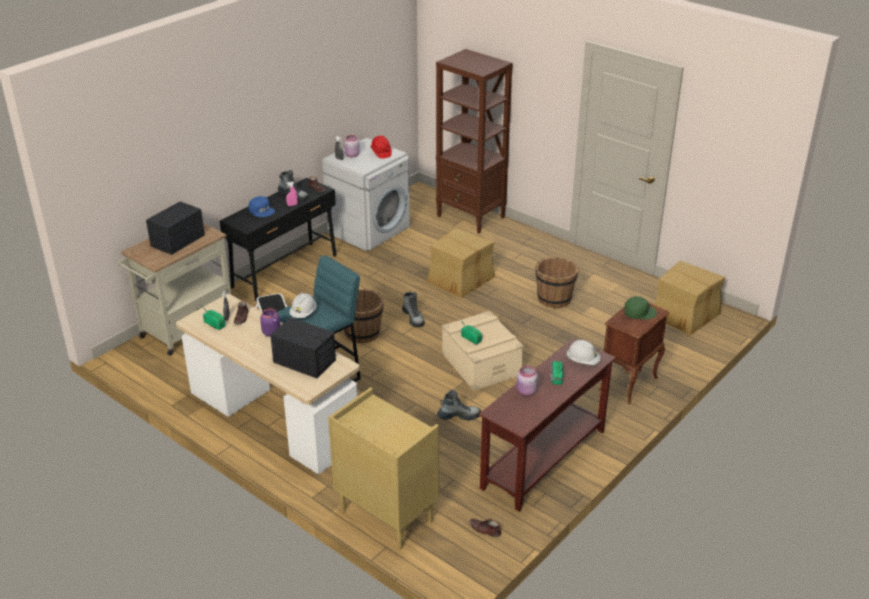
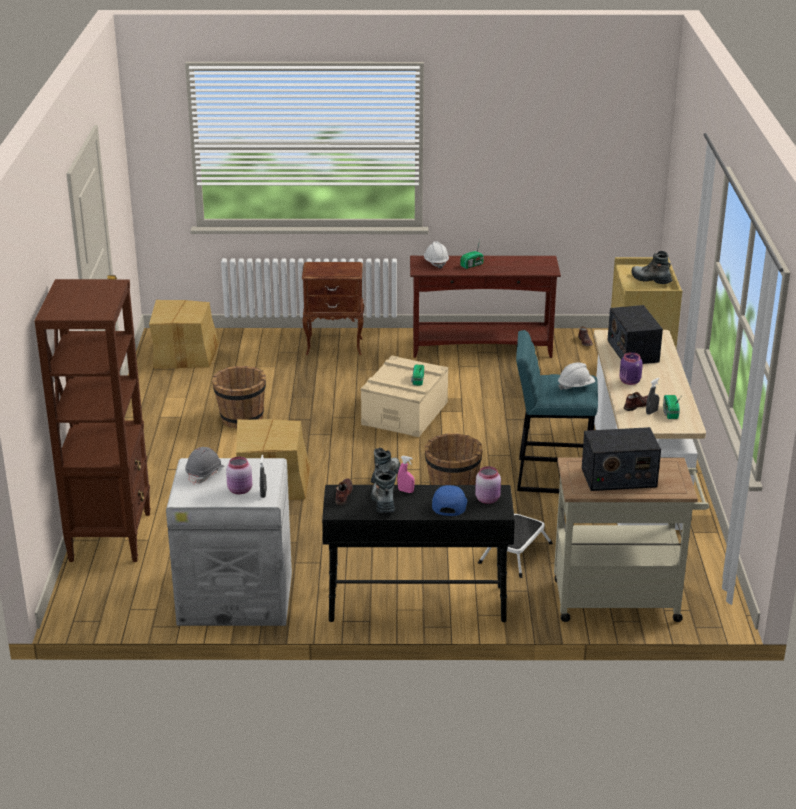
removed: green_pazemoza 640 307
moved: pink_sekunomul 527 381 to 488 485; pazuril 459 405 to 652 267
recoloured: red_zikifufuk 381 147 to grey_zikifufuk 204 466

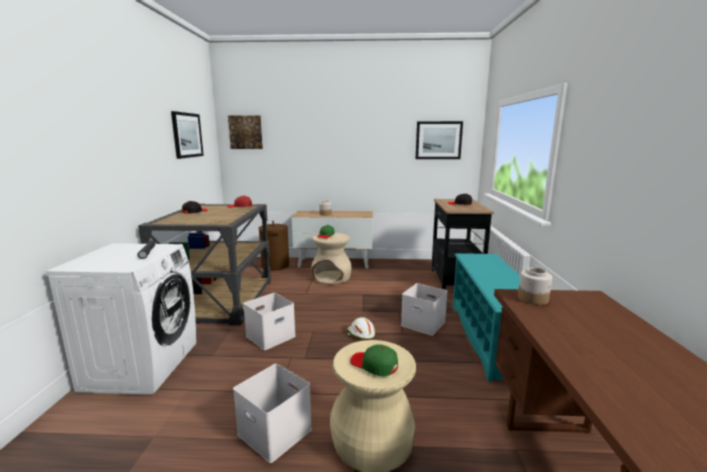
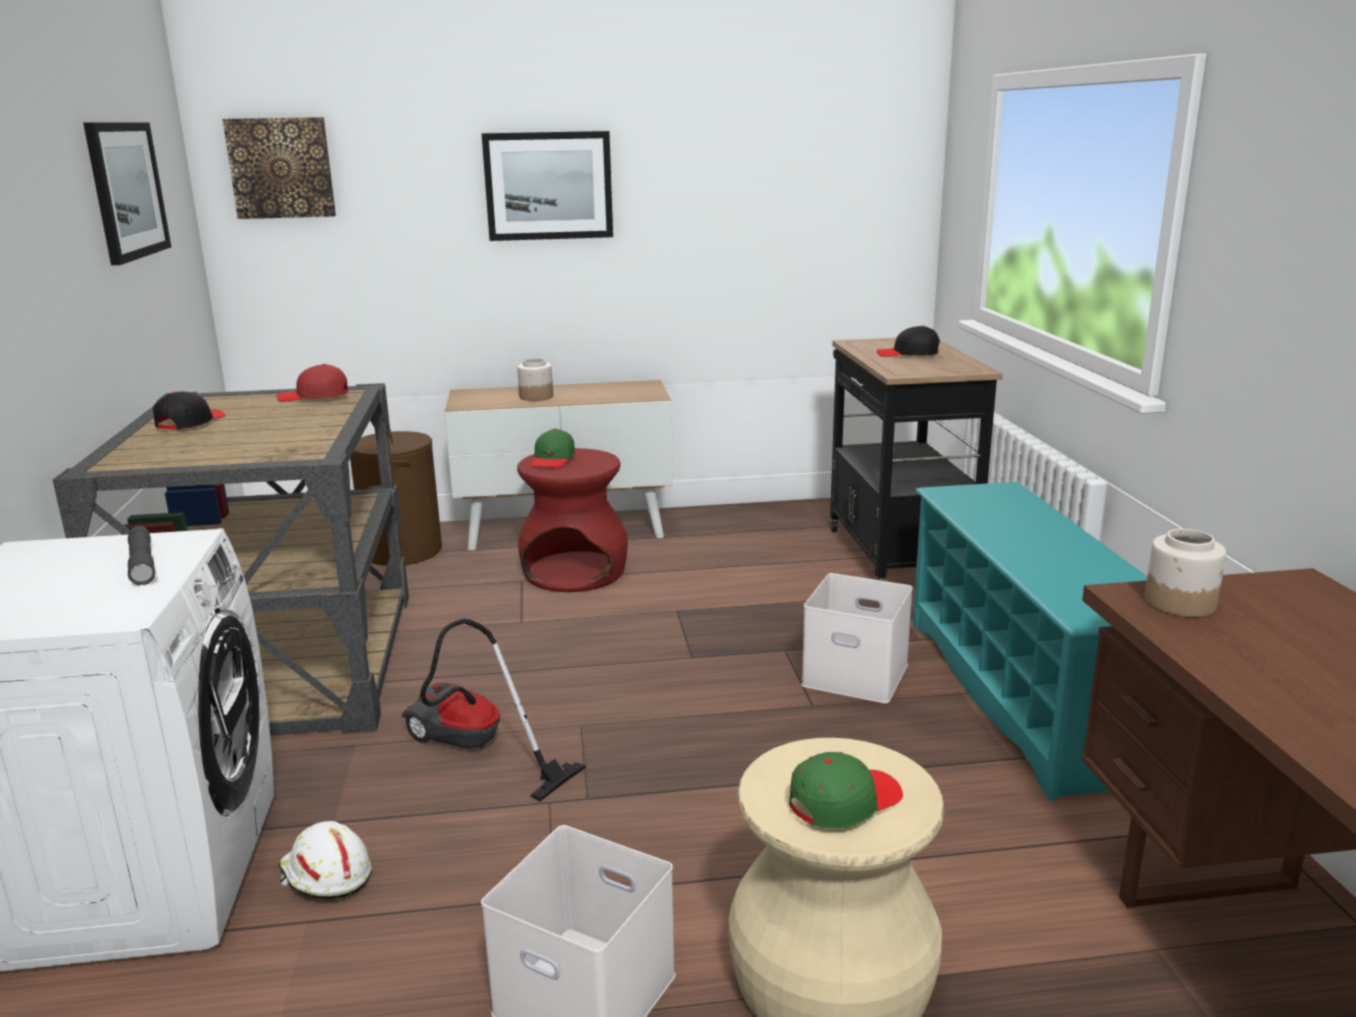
moved: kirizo 439 140 to 547 186; white_zikifufuk 361 328 to 324 860
replaced: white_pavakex 269 321 to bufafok 494 710
recoloured: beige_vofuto 331 259 to red_vofuto 572 520
turned: green_pazemoza 374 360 = 846 790 120 degrees clockwise

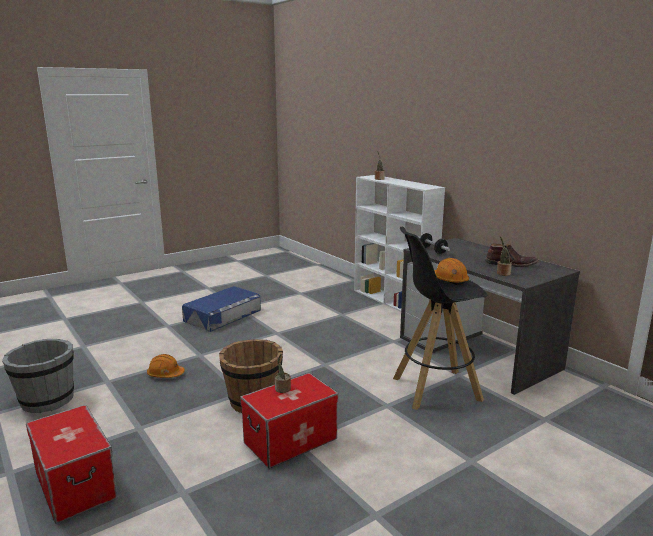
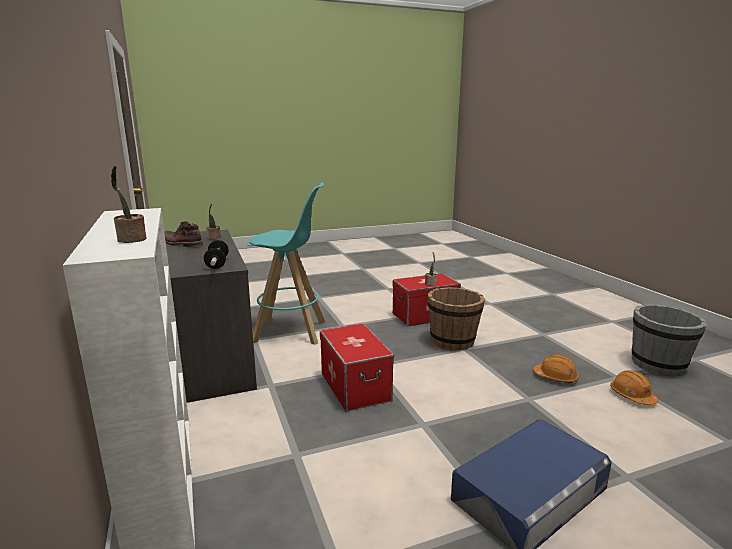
moved: orange_zikifufuk 451 271 to 634 387; pavakex 72 464 to 357 367
recoloured: black_vofuto 440 318 to turquoise_vofuto 286 263

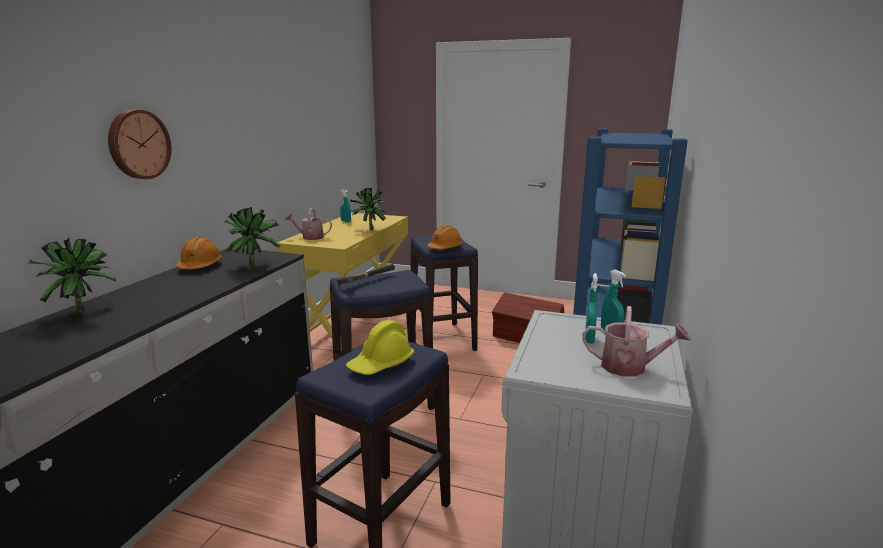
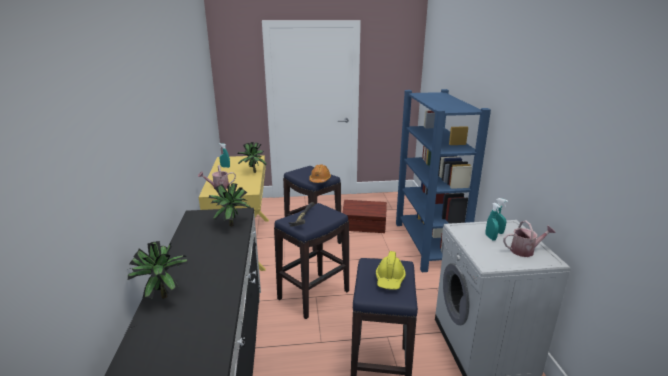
removed: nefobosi 140 144; orange_zikifufuk 199 253

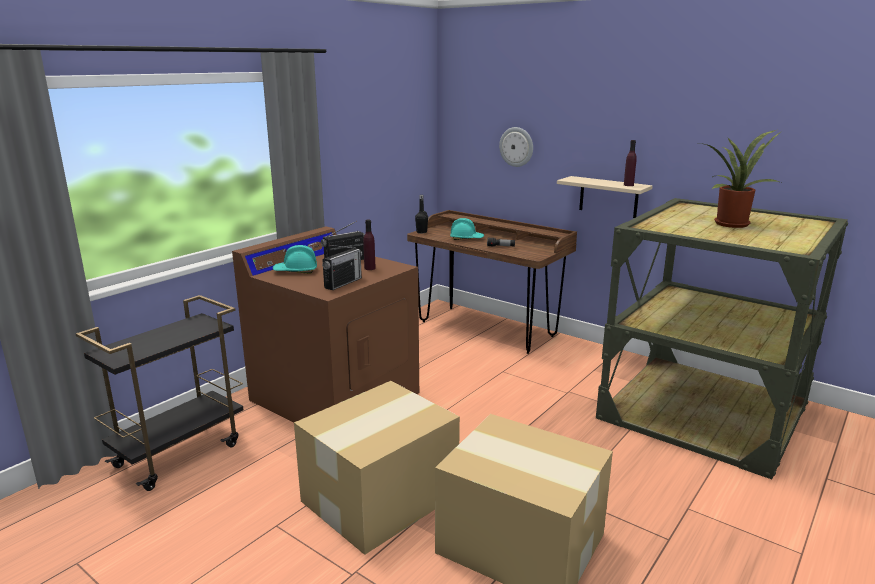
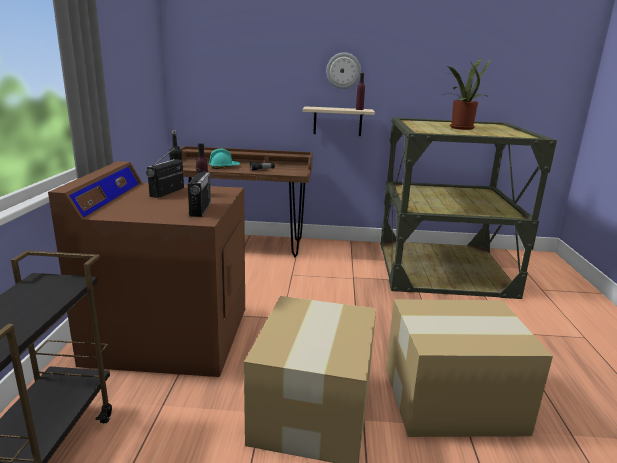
removed: turquoise_zikifufuk 295 259
moved: nefobosi 516 147 to 343 70

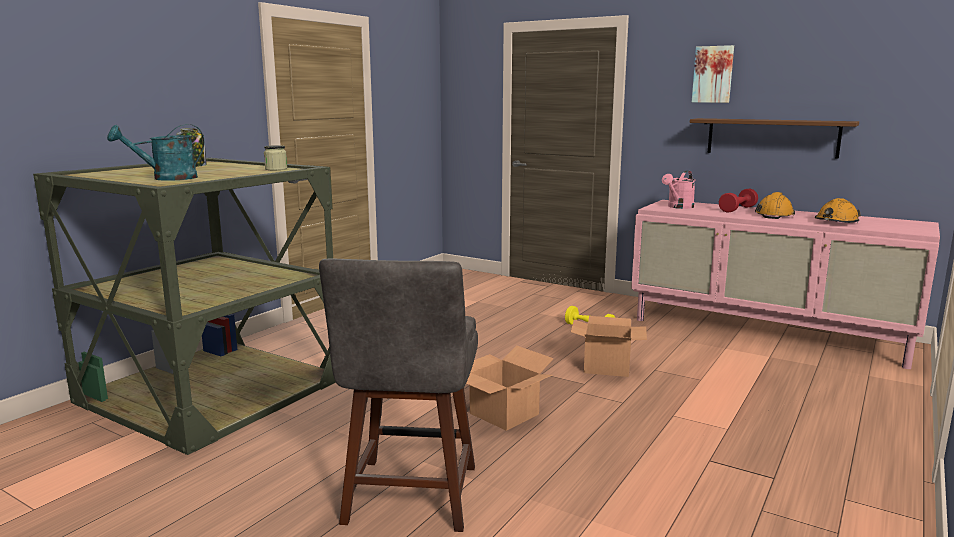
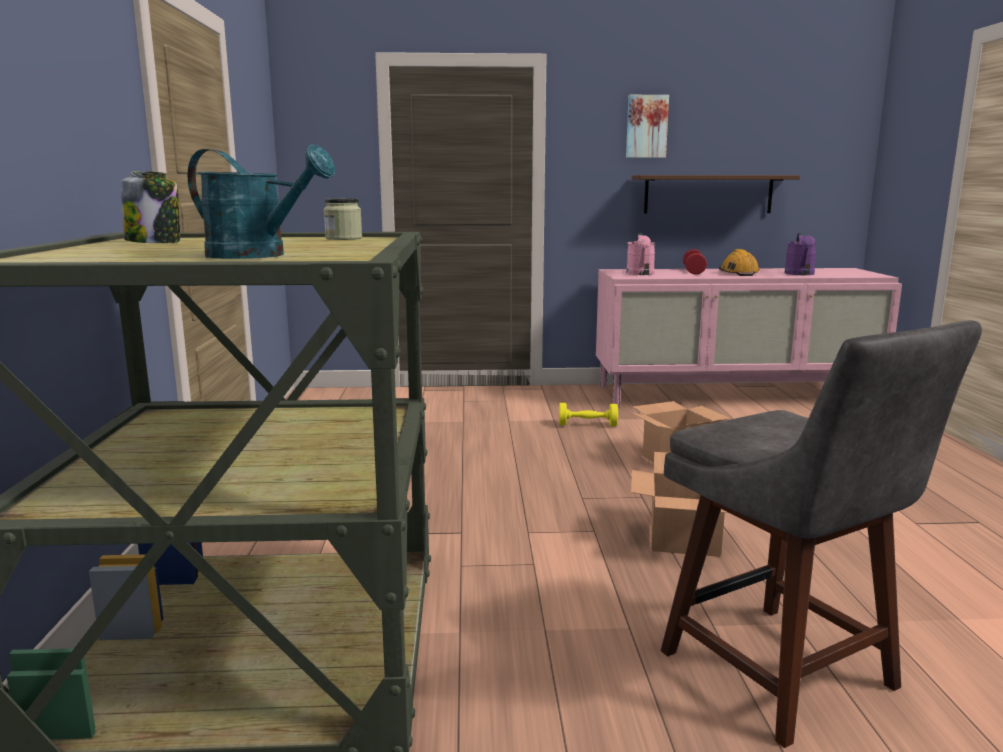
replaced: orange_zikifufuk 838 210 to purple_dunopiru 800 254
turned: turquoise_dunopiru 155 152 = 261 201 90 degrees counterclockwise

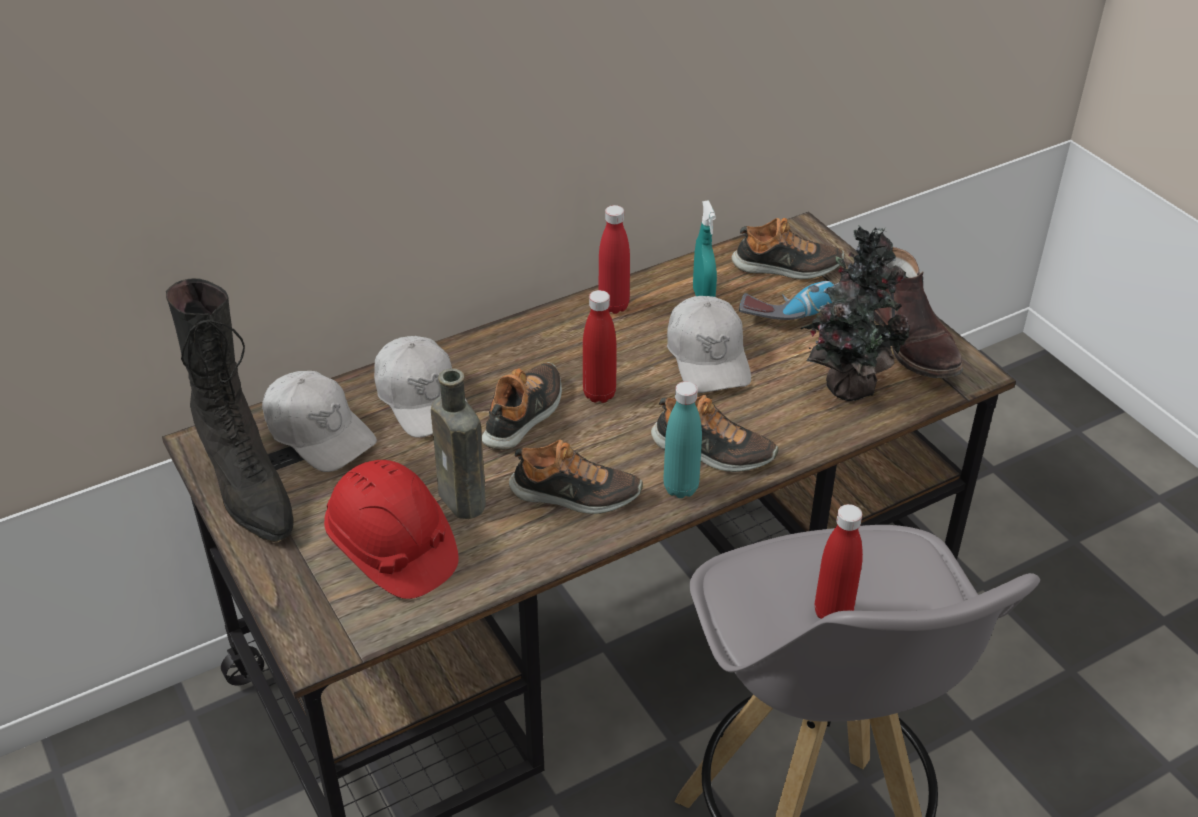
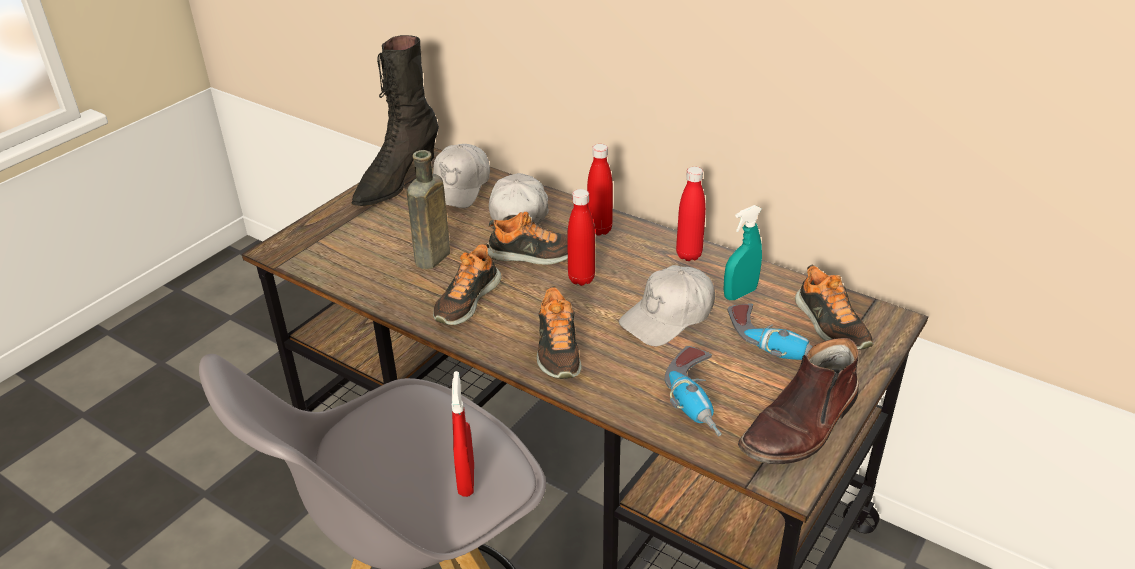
removed: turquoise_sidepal 682 439; red_zikifufuk 391 529
added: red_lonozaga 463 434
moved: red_sidepal 839 561 to 600 190
replaced: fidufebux 855 313 to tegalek 693 391
turned: white_pazemoza 421 387 = 519 199 150 degrees clockwise; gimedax 576 476 = 467 284 45 degrees clockwise

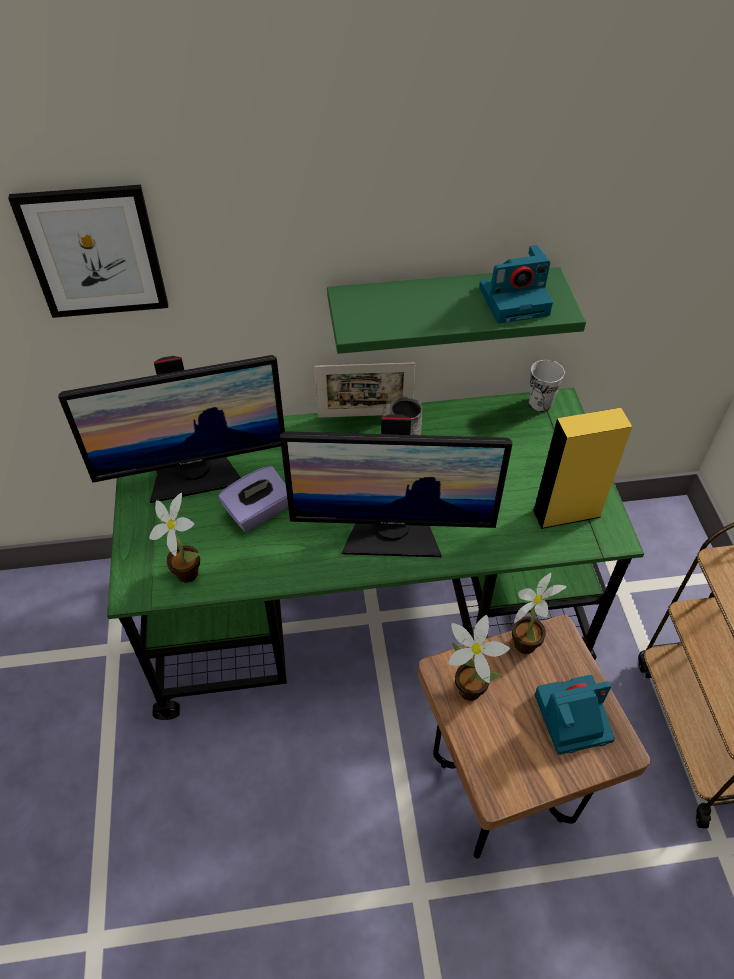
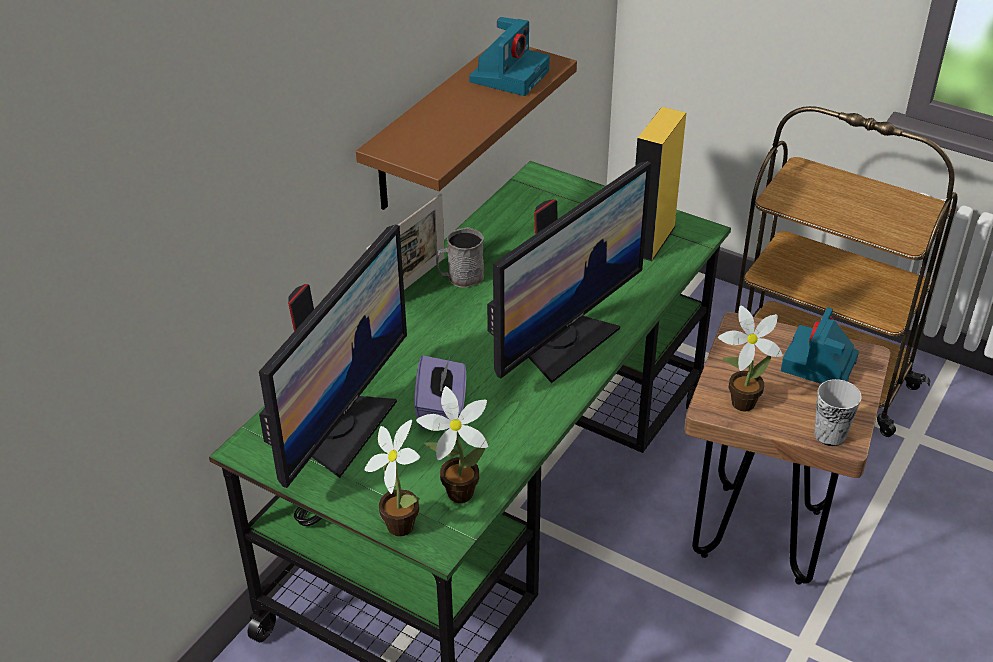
removed: kirizo 88 251
moved: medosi 547 386 to 838 412; fidufebux 539 613 to 393 478
recoloured: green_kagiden 456 310 to brown_kagiden 466 128

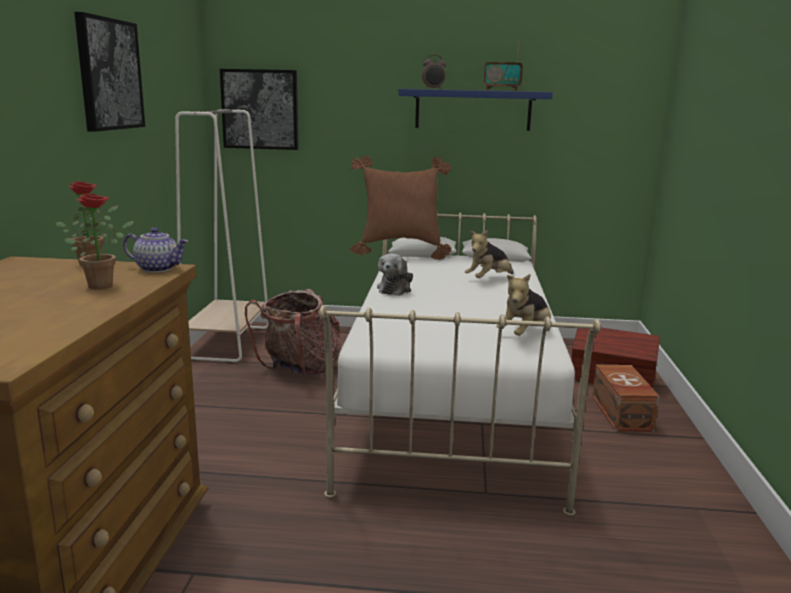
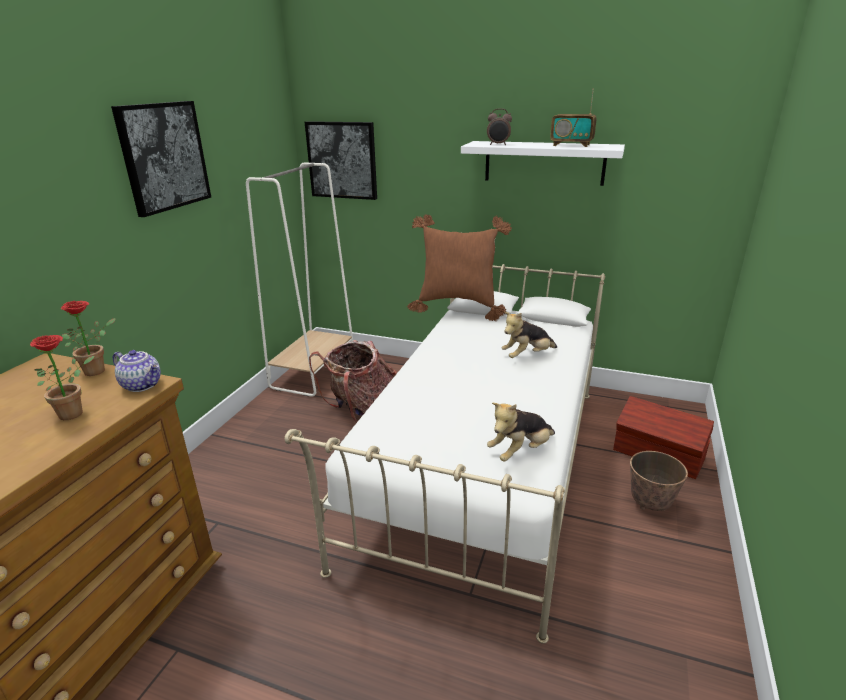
removed: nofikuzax 395 274
replaced: brown_pavakex 625 398 to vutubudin 659 481
recoloured: blue_kagiden 475 110 to white_kagiden 543 163

